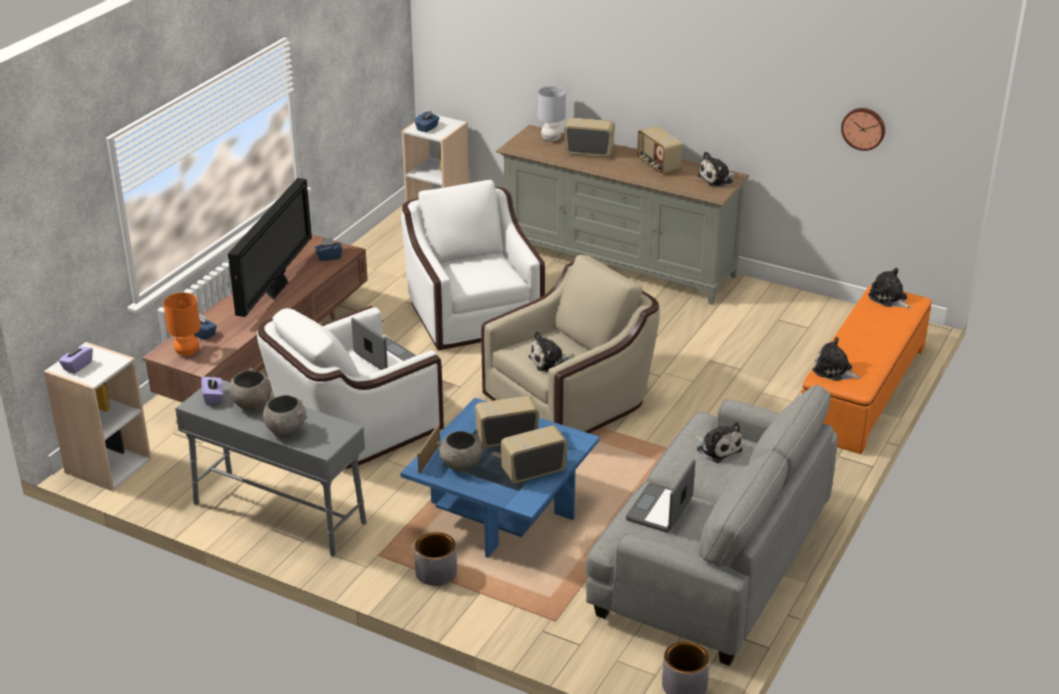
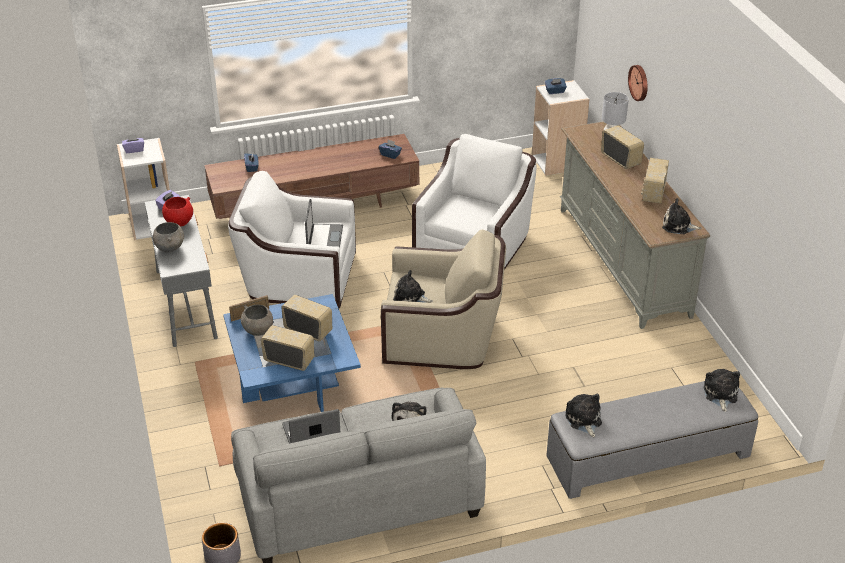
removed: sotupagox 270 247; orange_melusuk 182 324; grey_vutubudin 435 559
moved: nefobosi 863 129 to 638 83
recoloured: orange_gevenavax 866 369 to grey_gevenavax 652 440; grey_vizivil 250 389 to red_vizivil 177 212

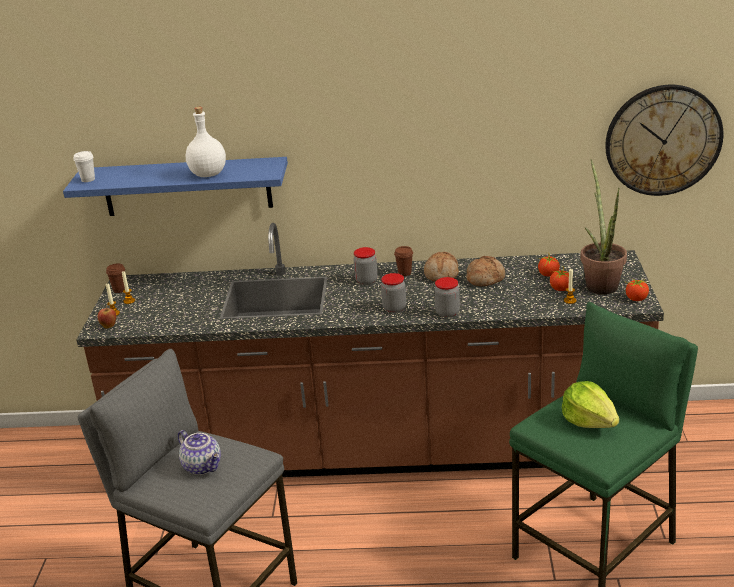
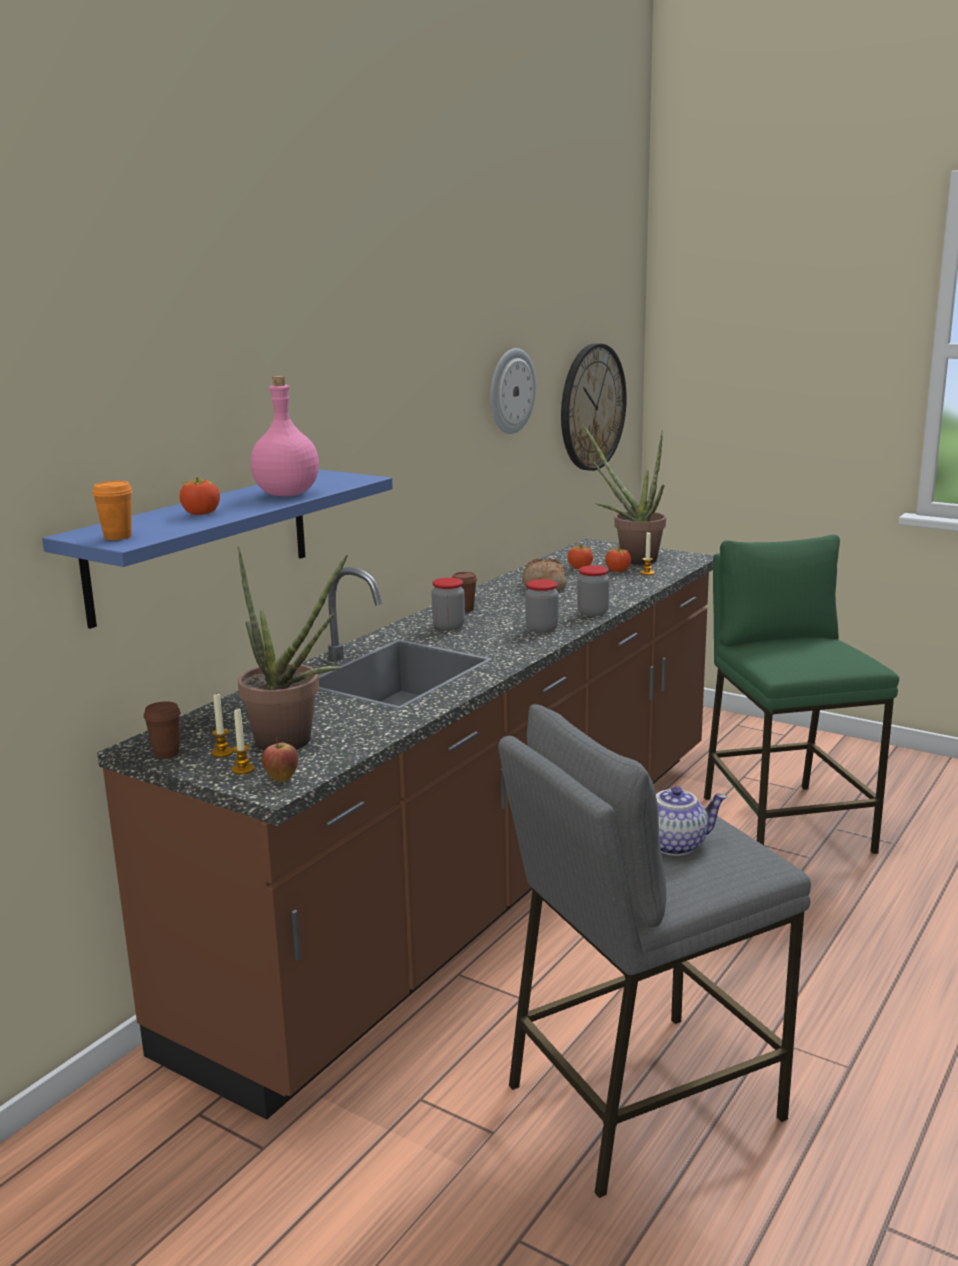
removed: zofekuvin 441 267; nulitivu 590 404
added: nefobosi 513 391; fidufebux 293 648
moved: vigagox 637 289 to 200 496
recoloured: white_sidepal 206 142 to pink_sidepal 285 436; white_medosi 84 166 to orange_medosi 112 510

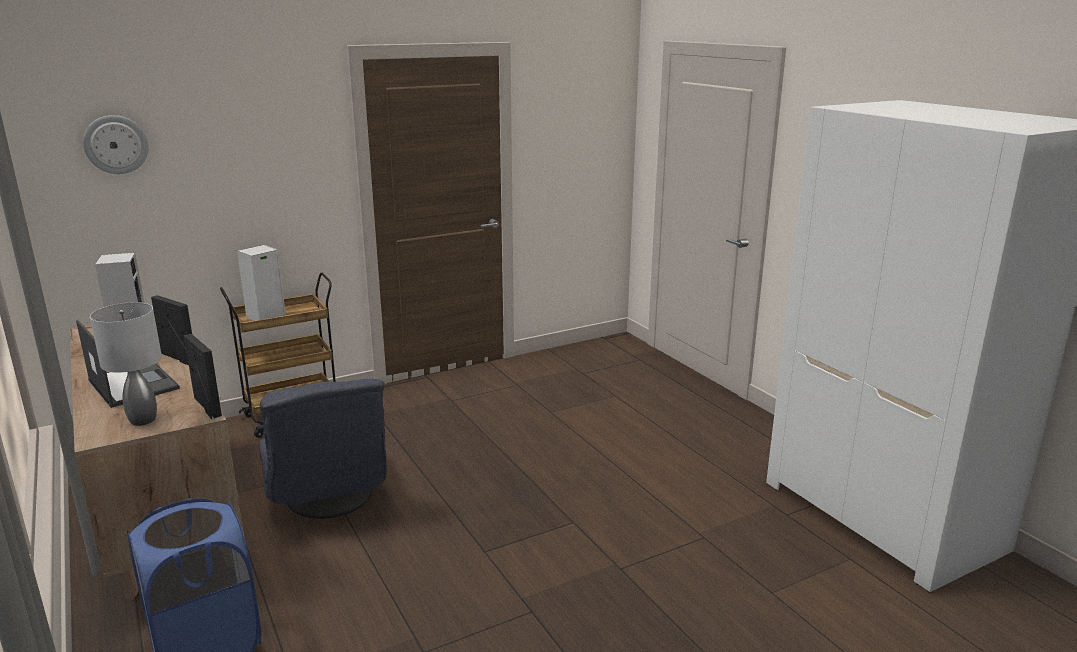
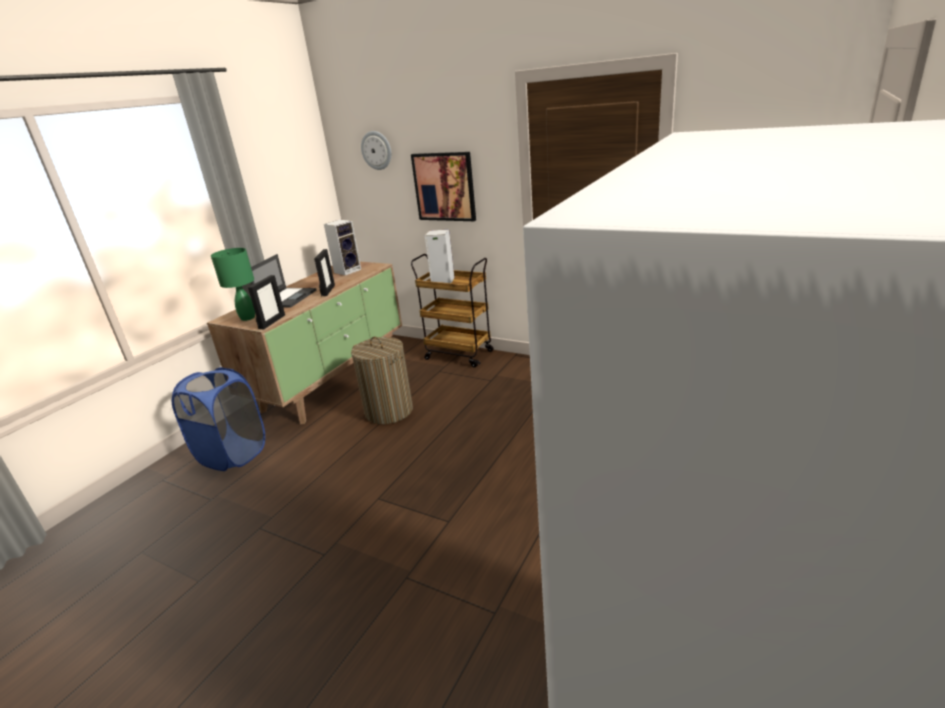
added: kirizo 443 186
replaced: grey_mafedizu 323 449 to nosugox 382 380
recoloured: grey_melusuk 126 364 to green_melusuk 233 284

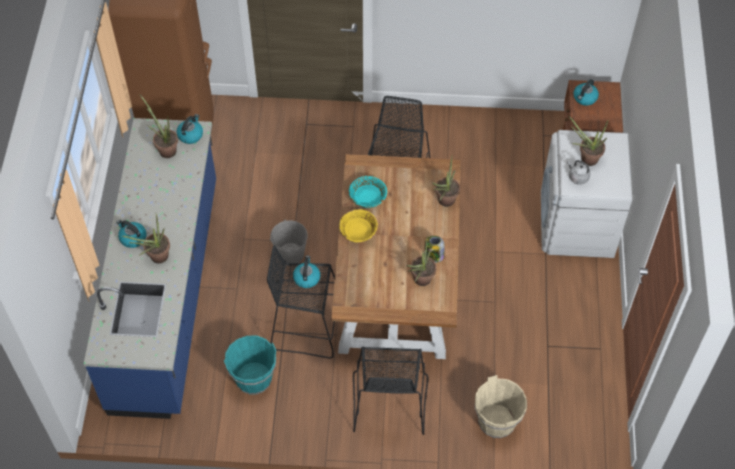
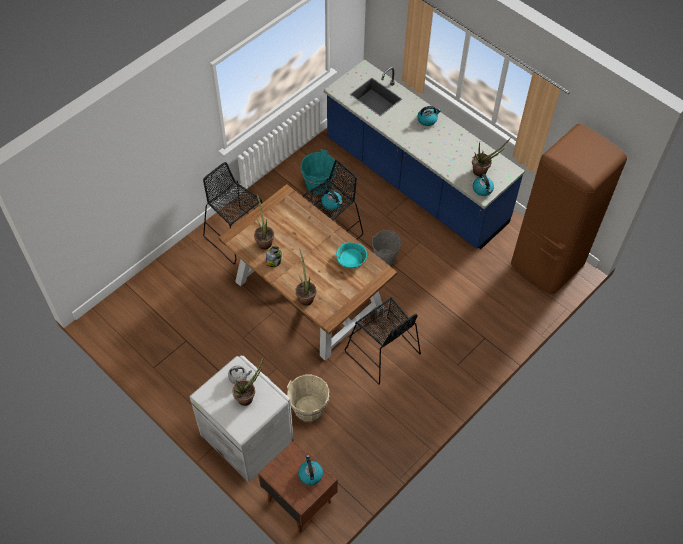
removed: yellow_vizivil 358 226; fidufebux 146 238
moved: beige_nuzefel 501 406 to 308 398

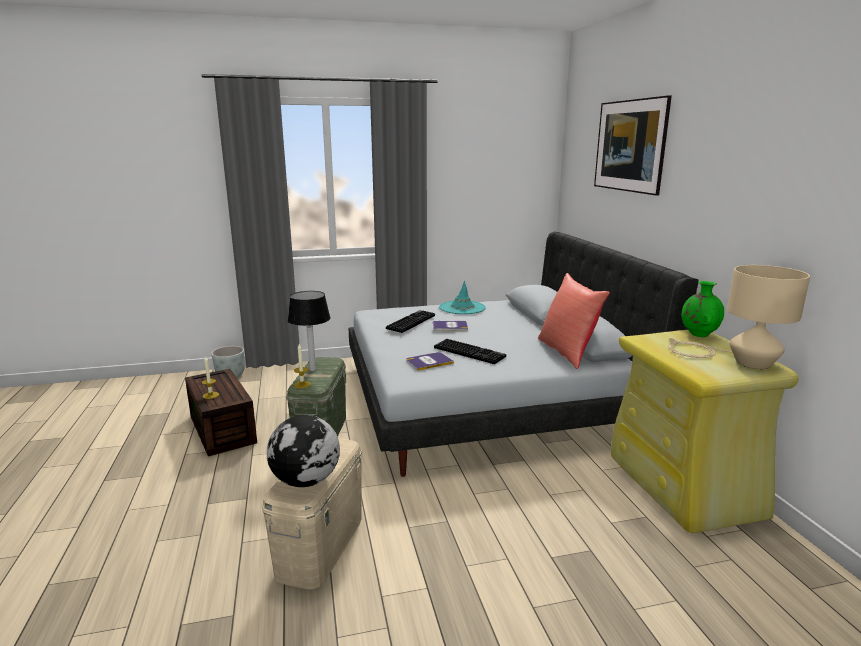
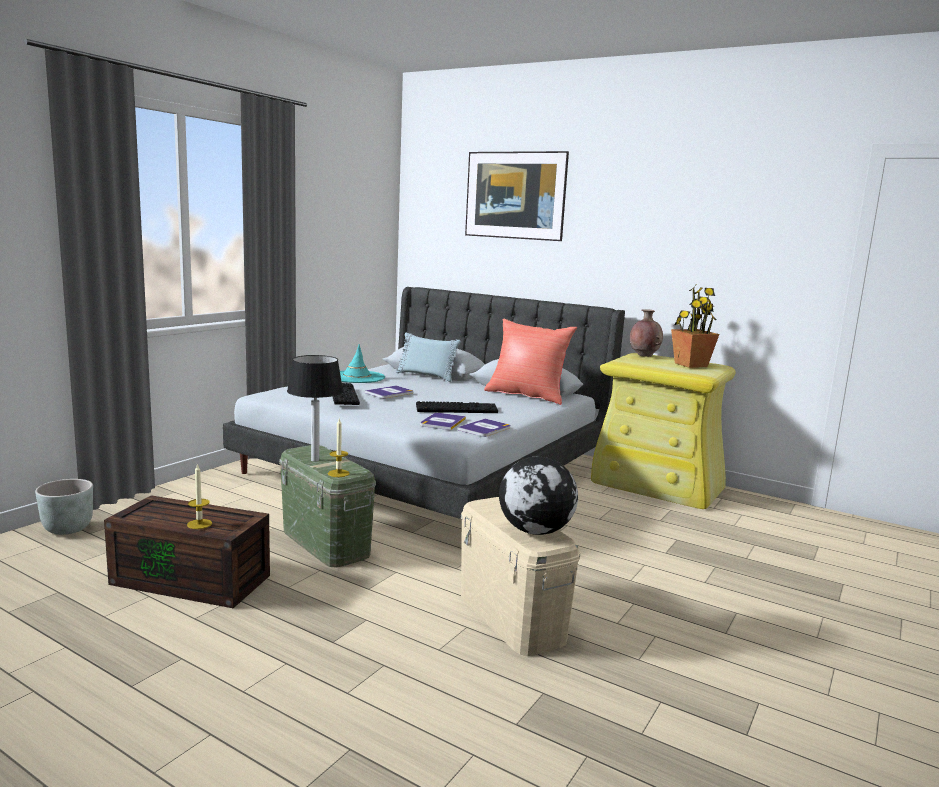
added: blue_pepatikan 428 357; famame 483 428
replaced: beige_melusuk 739 317 to fidufebux 695 326
recoloured: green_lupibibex 703 309 to brown_lupibibex 646 333

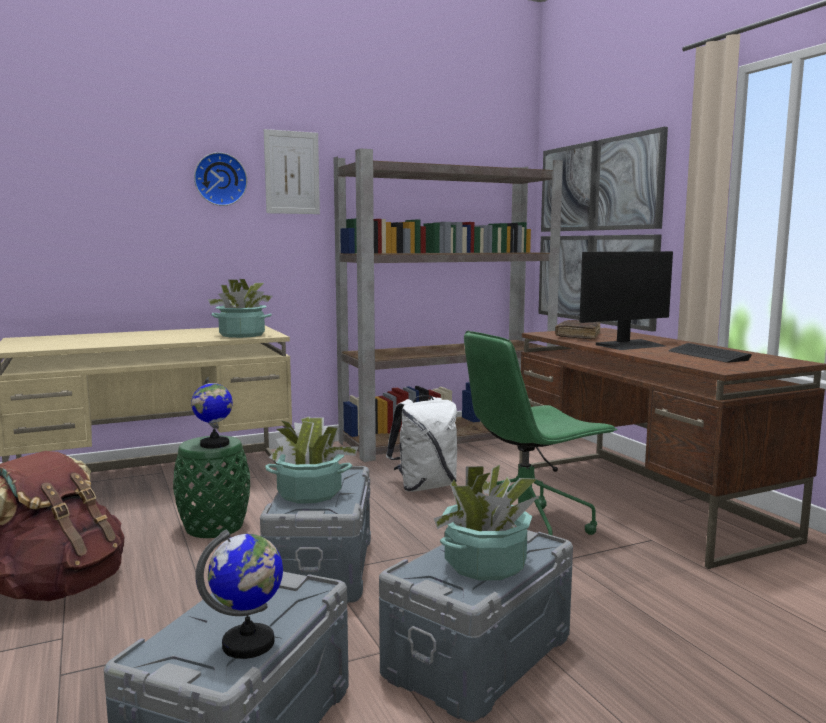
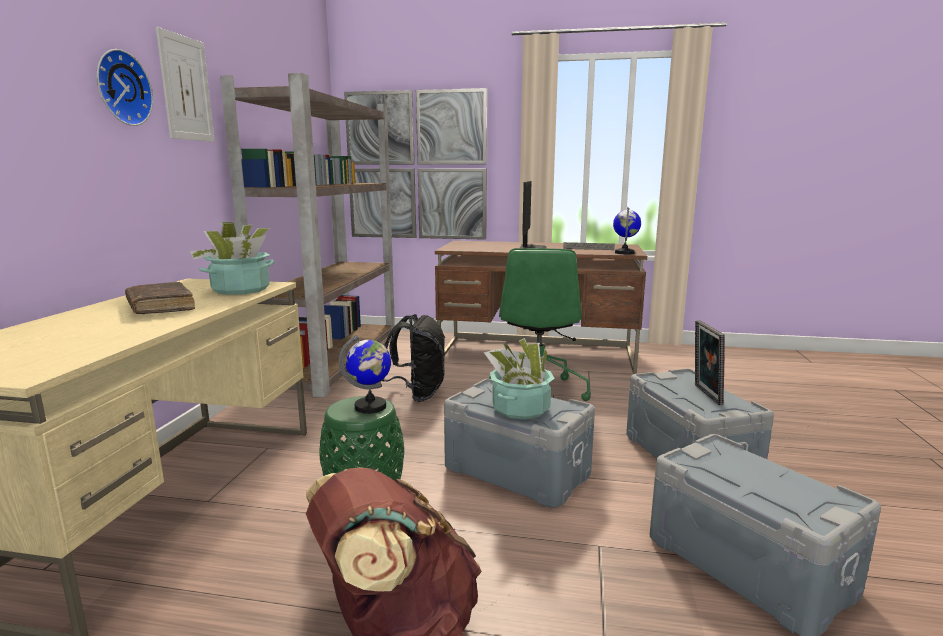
moved: brown_famame 578 330 to 160 298; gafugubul 239 594 to 627 230
replaced: fidufebux 487 522 to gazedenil 710 362
recoloured: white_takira 421 443 to black_takira 413 358

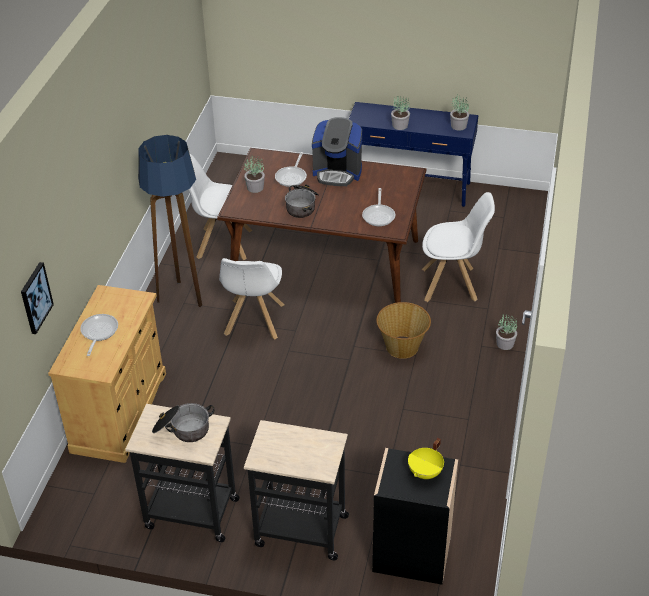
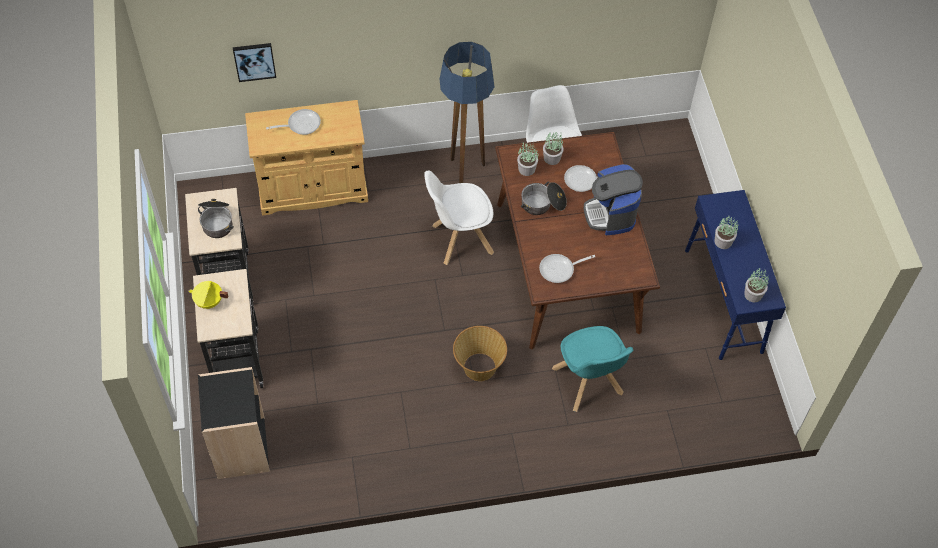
moved: fidufebux 506 332 to 528 159; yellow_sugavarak 426 458 to 208 295
recoloured: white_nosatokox 458 247 to turquoise_nosatokox 592 369

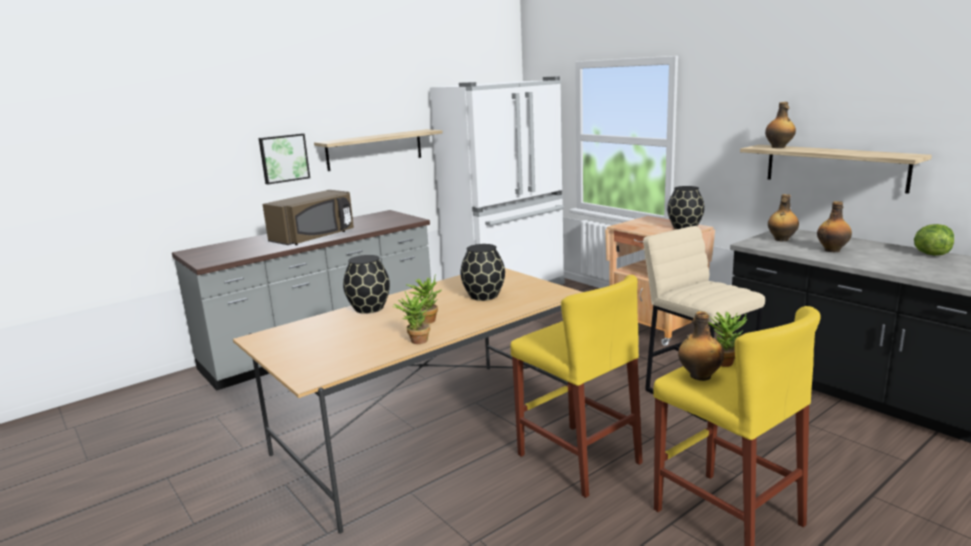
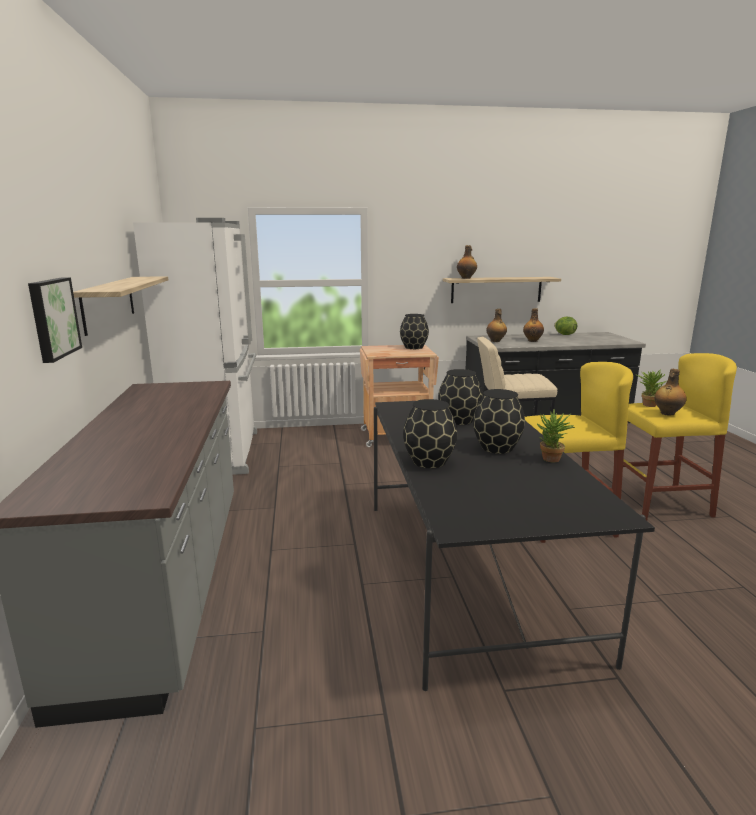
removed: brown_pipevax 308 217
replaced: fidufebux 423 300 to black_lupibibex 499 421
recoloured: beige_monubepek 407 401 to black_monubepek 514 546

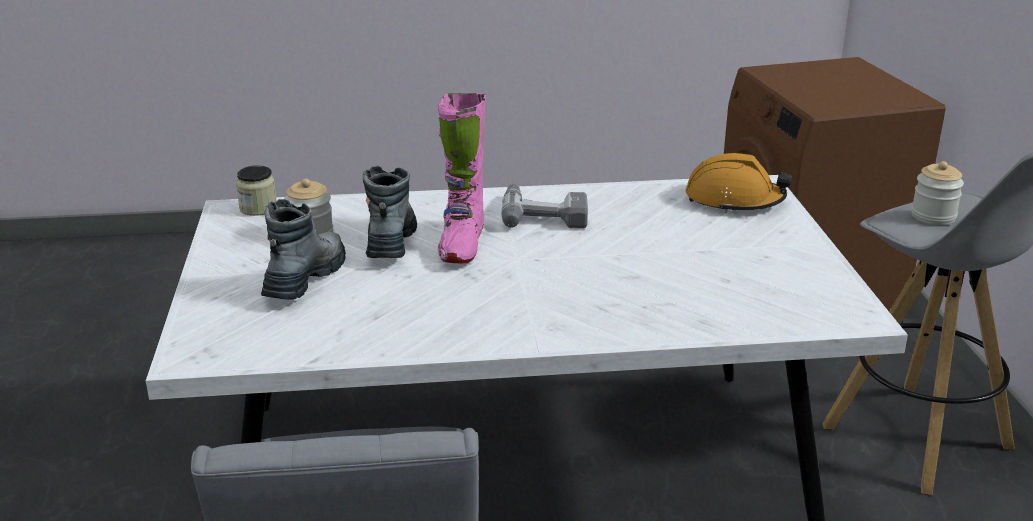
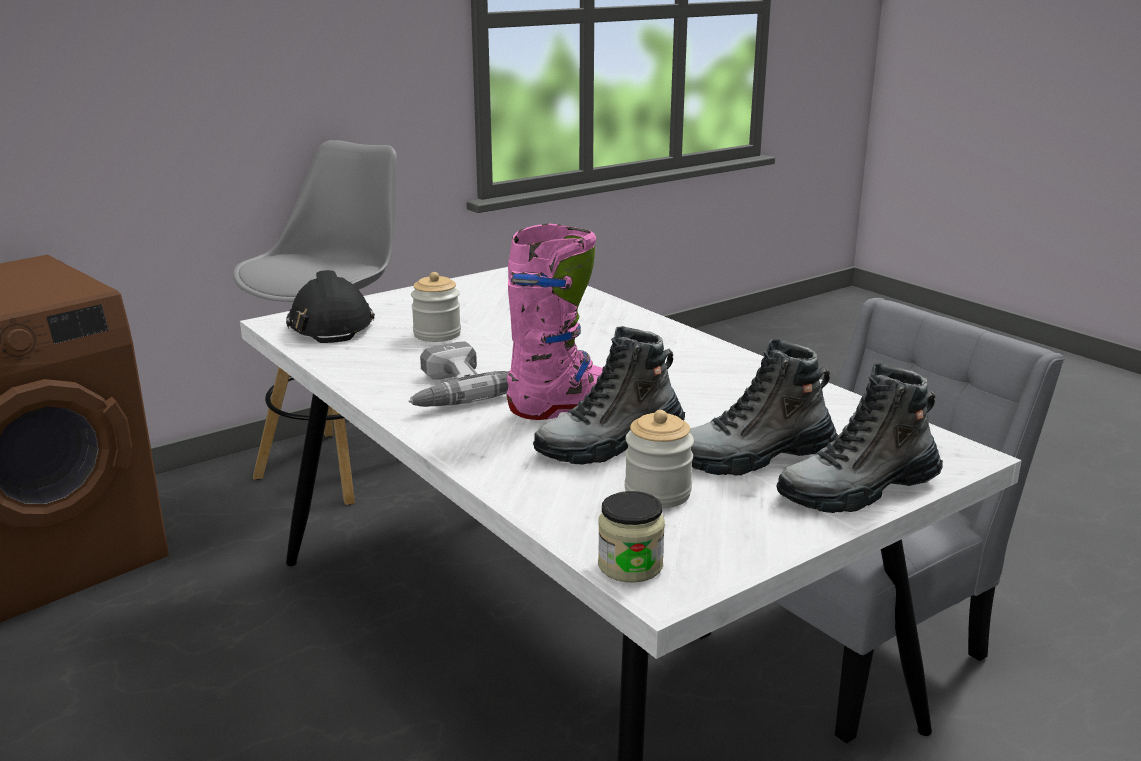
added: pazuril 860 438
moved: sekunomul 937 193 to 436 307
recoloured: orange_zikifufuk 739 183 to black_zikifufuk 330 306

